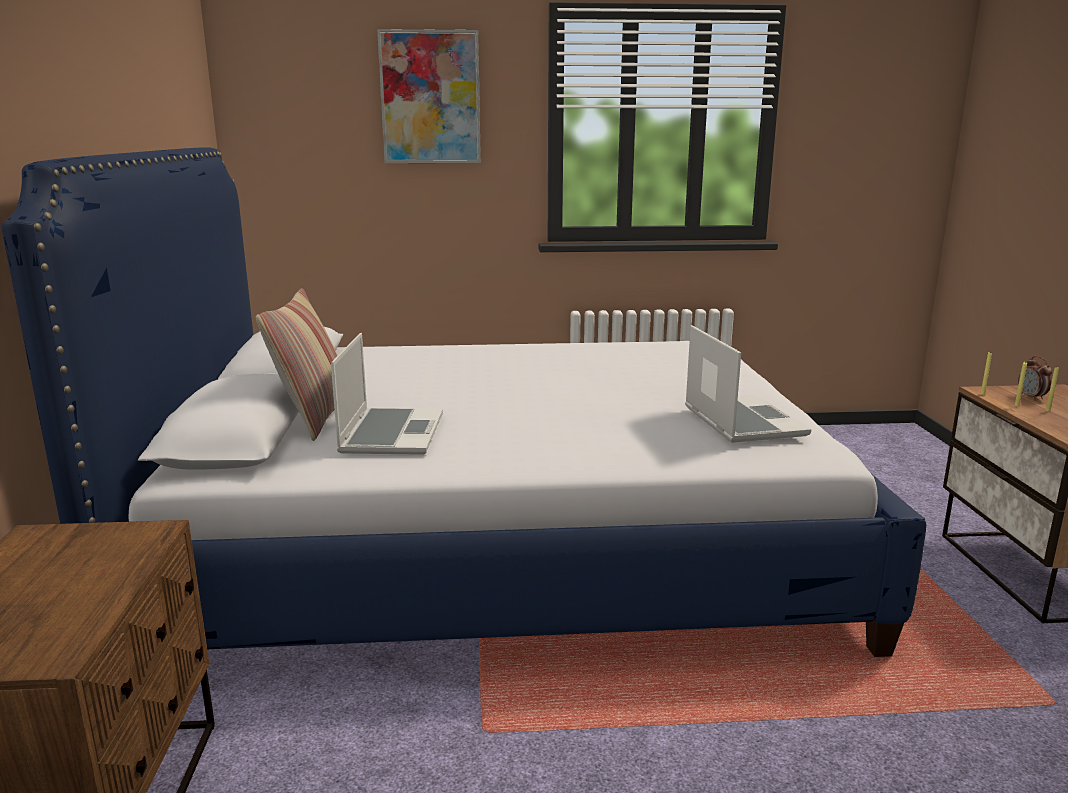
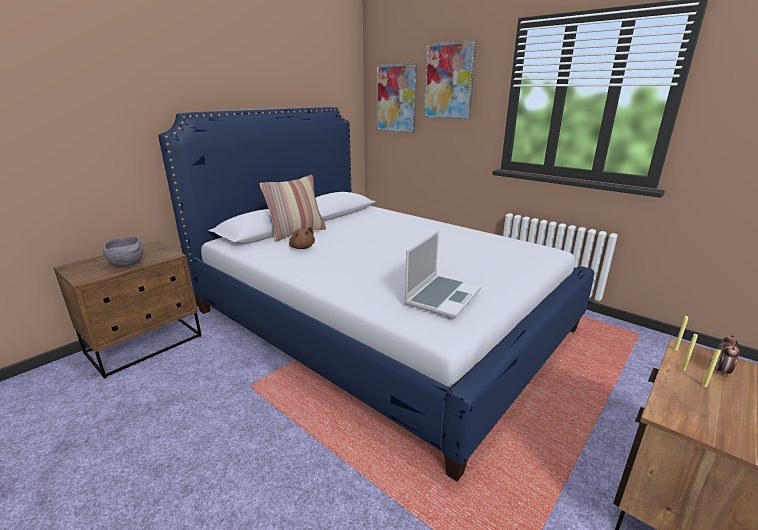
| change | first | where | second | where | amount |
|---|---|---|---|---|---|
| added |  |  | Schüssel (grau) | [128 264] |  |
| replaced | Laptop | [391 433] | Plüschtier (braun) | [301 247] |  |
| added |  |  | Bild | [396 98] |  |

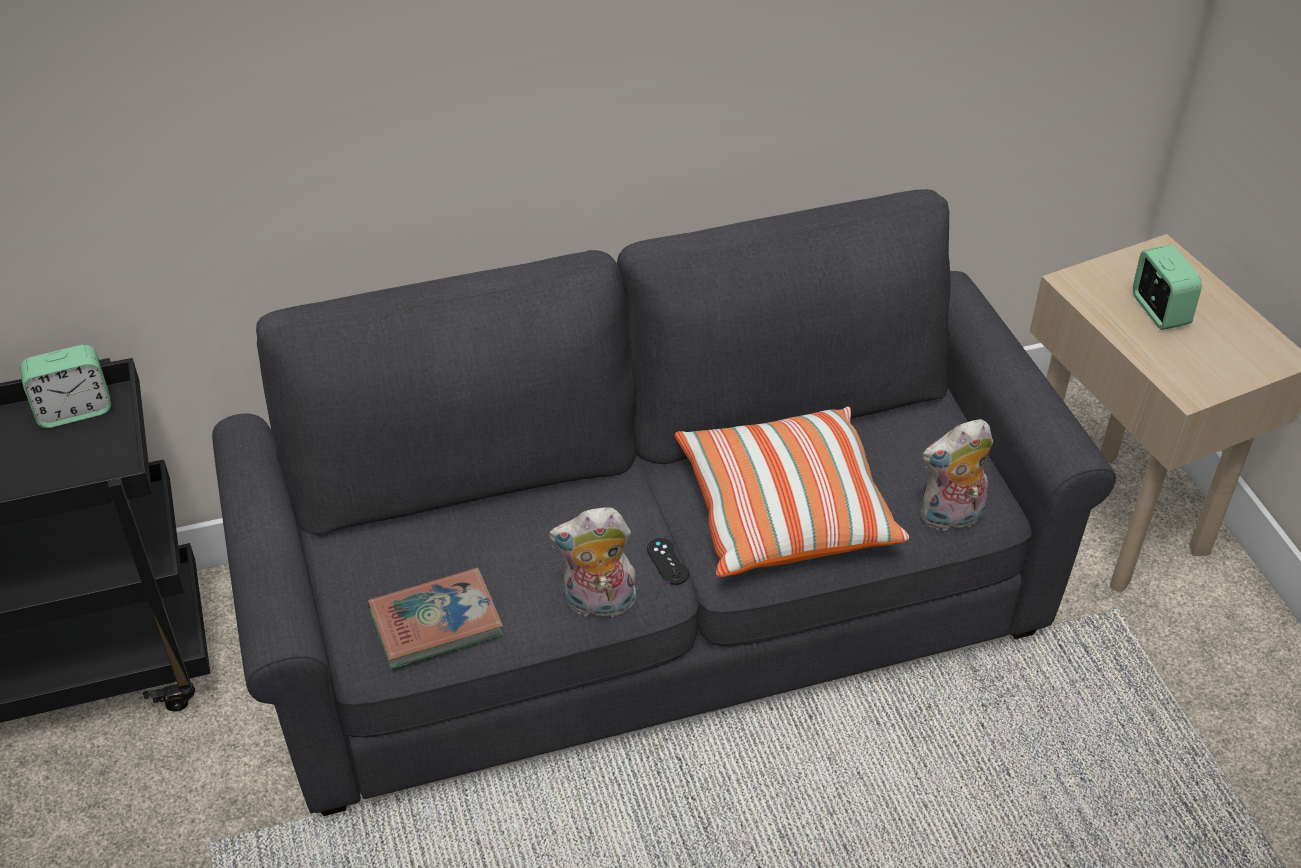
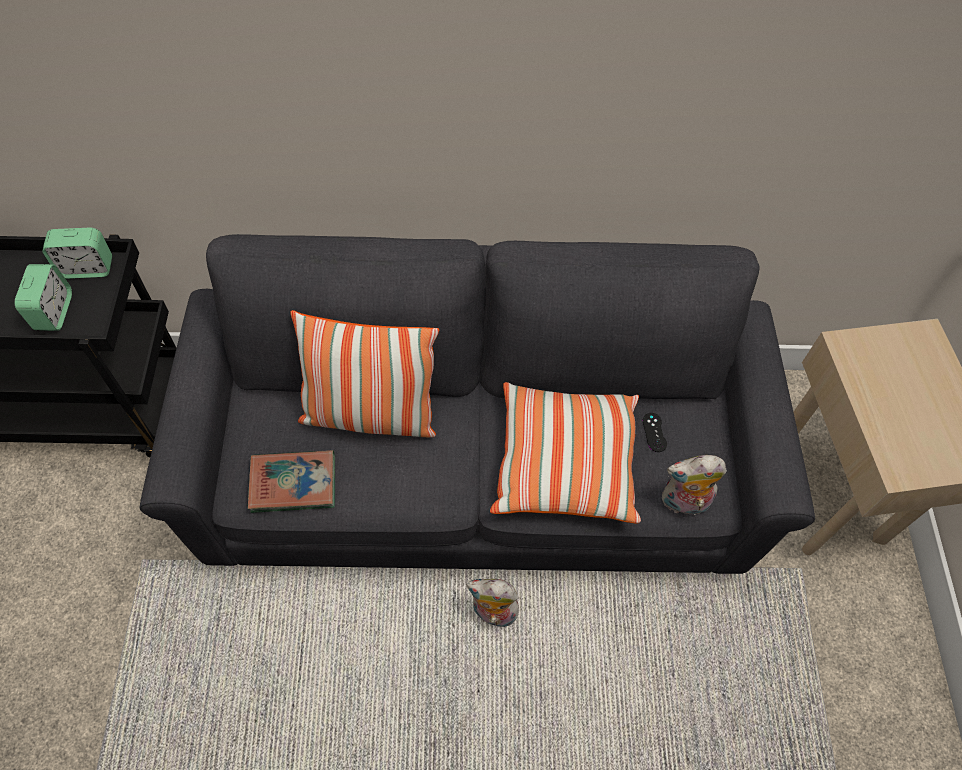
| change | first | where | second | where | amount |
|---|---|---|---|---|---|
| moved | Wecker | [1159 311] |  | [54 312] |  |
| added |  |  | Kissen | [370 414] |  |
| moved | Plüschtier | [598 604] |  | [492 613] |  |
| moved | Gamepad (schwarz) | [667 561] |  | [654 432] |  |

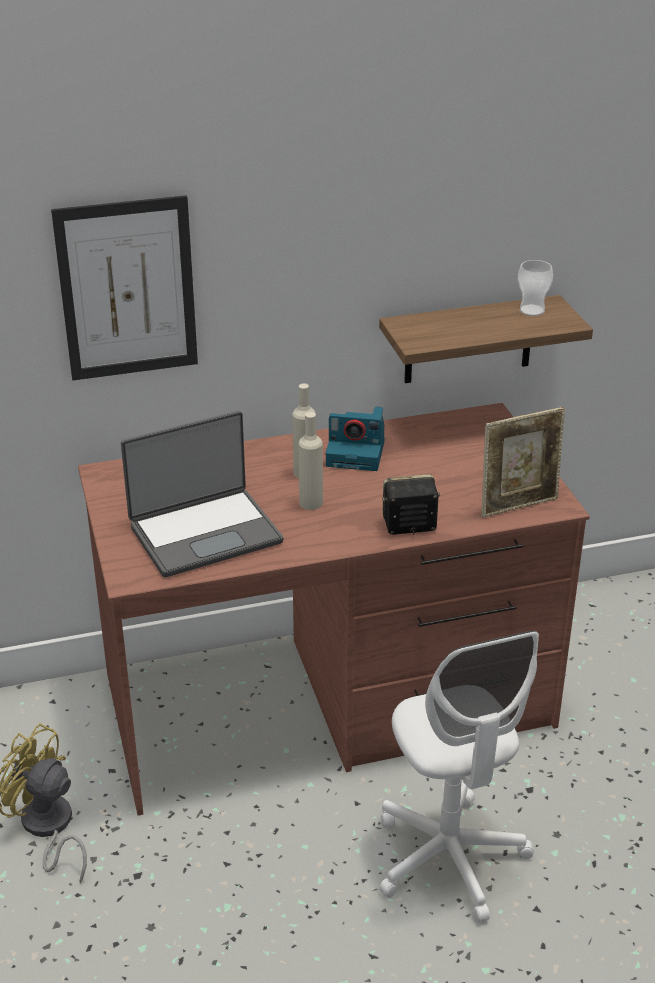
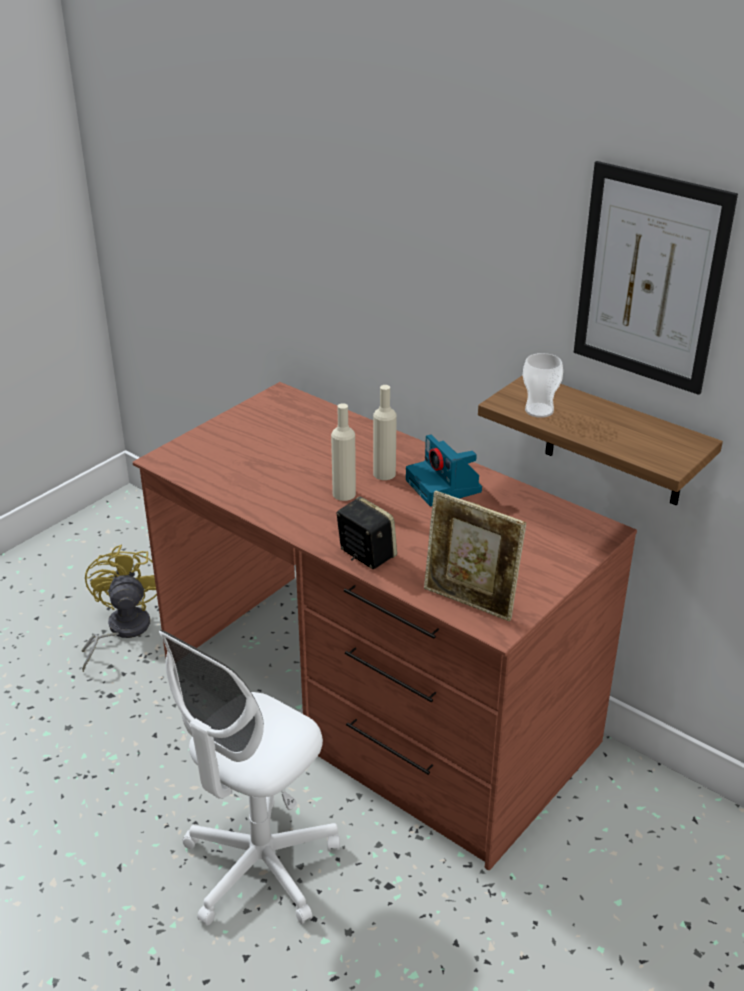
| change | first | where | second | where | amount |
|---|---|---|---|---|---|
| moved | Tasse | [532 310] |  | [539 410] |  |
| moved | Bild | [127 289] |  | [649 279] |  |
| removed | Laptop | [205 533] |  |  |  |

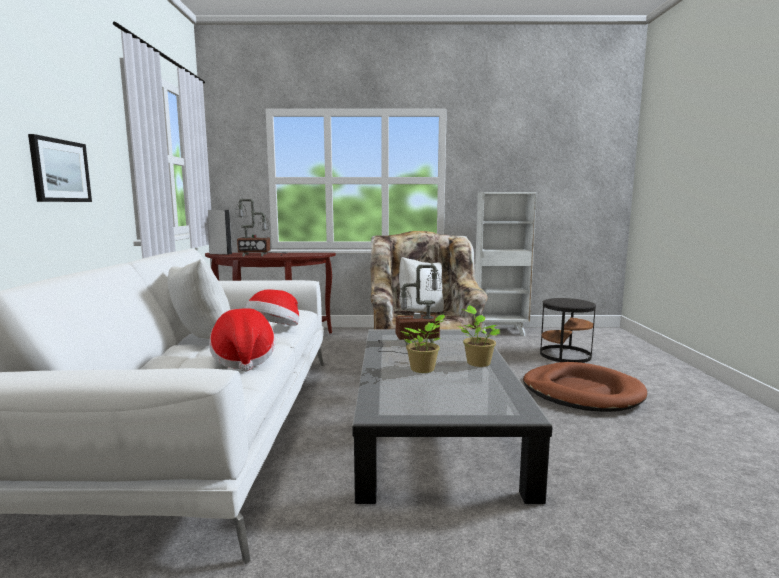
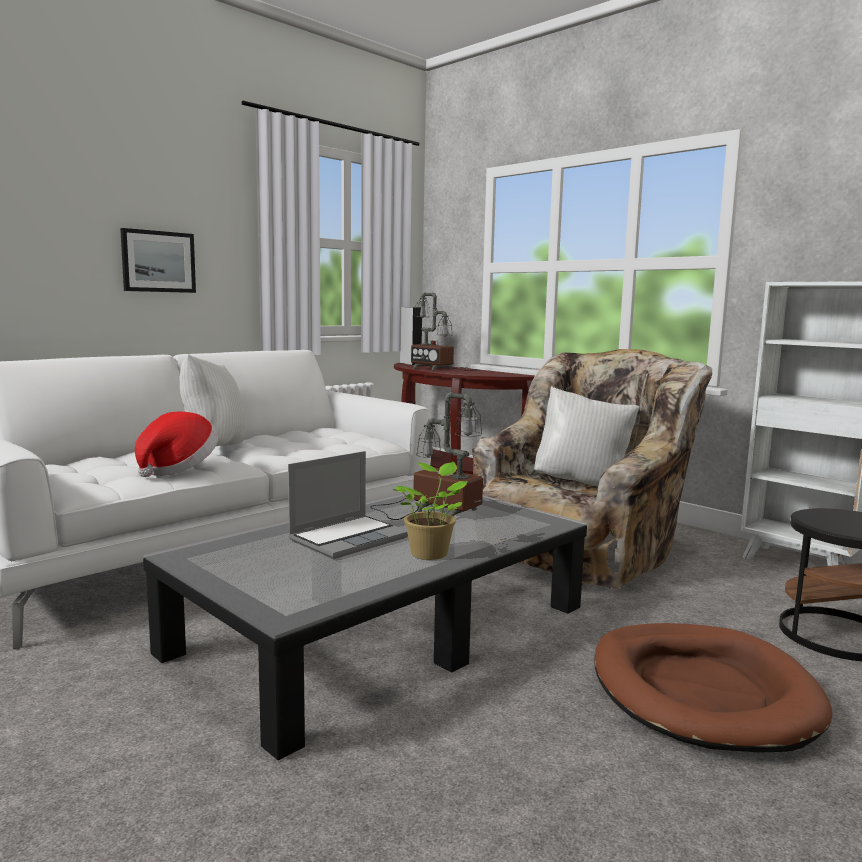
| change | first | where | second | where | amount |
|---|---|---|---|---|---|
| replaced | Topfpflanze | [424 369] | Laptop | [349 538] |  |
| removed | Hut | [274 329] |  |  |  |

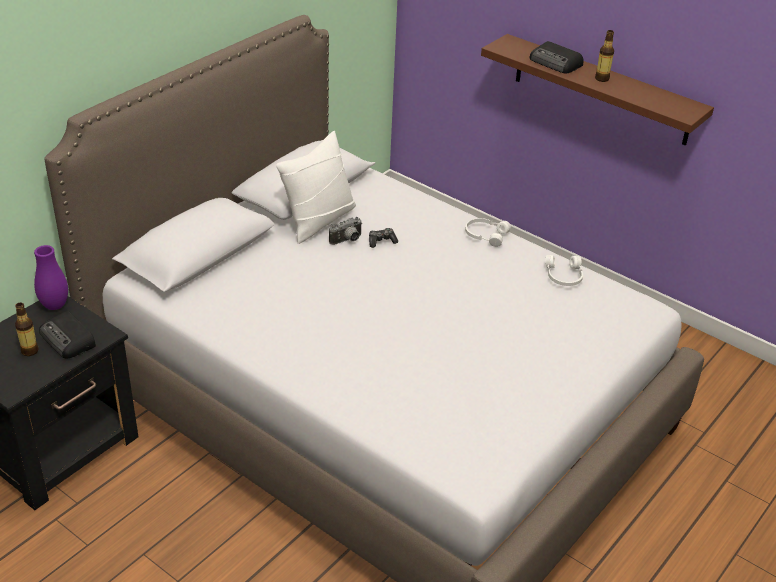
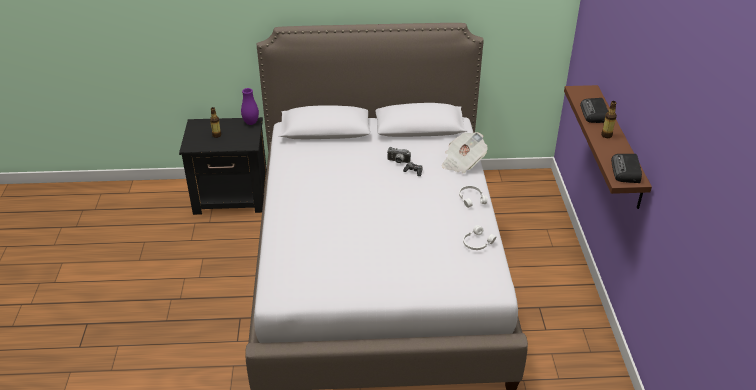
| change | first | where | second | where | amount |
|---|---|---|---|---|---|
| added |  |  | Zeitung | [462 162] |  |
| moved | Radio | [68 339] |  | [626 171] |  |
| removed | Kissen (weiß) | [319 220] |  |  |  |

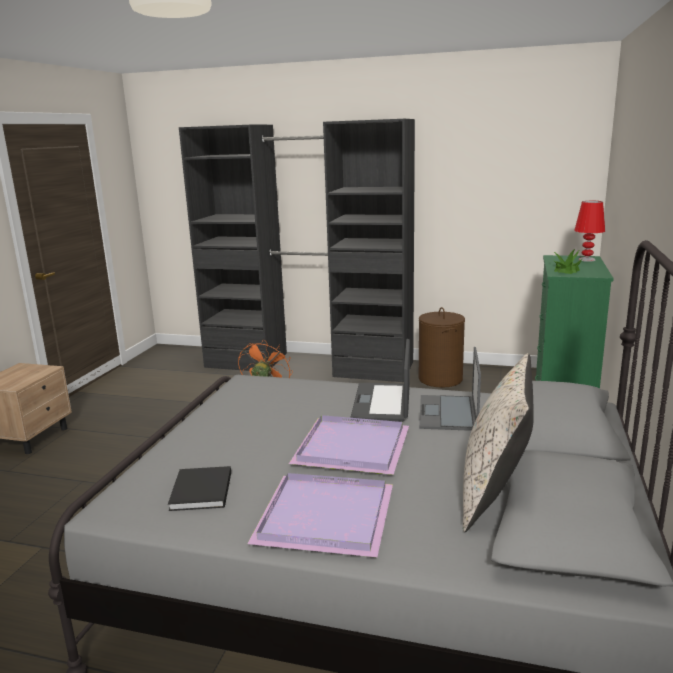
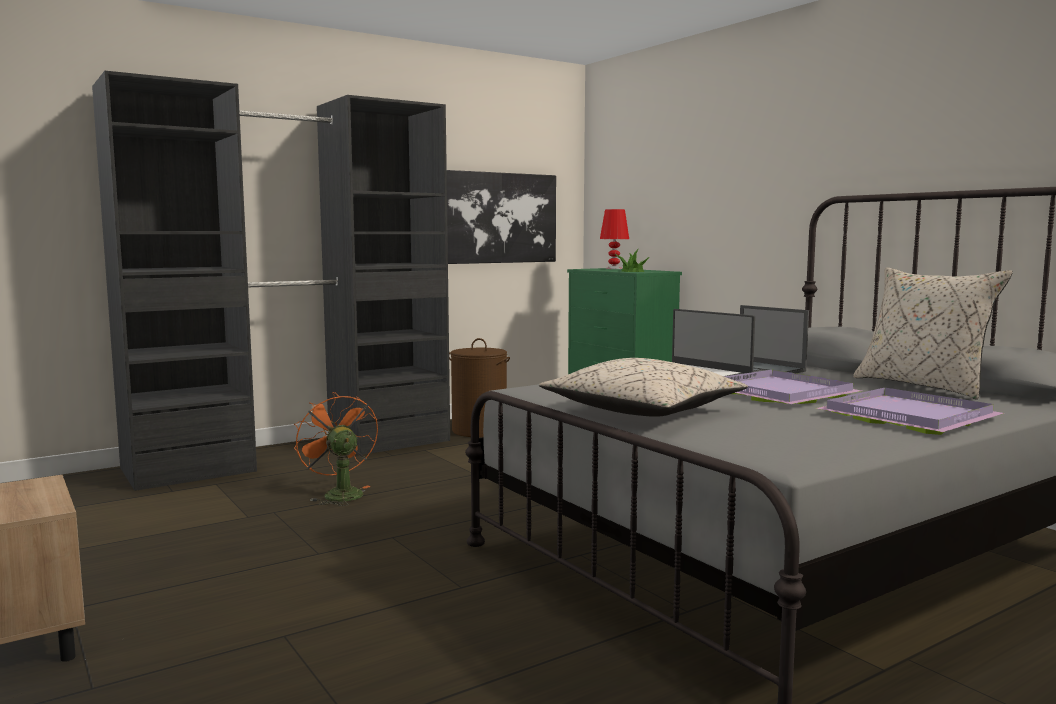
| change | first | where | second | where | amount |
|---|---|---|---|---|---|
| added |  |  | Bild | [499 218] |  |
| added |  |  | Kissen (beige) | [642 411] |  |
| removed | Buch (schwarz) | [201 492] |  |  |  |

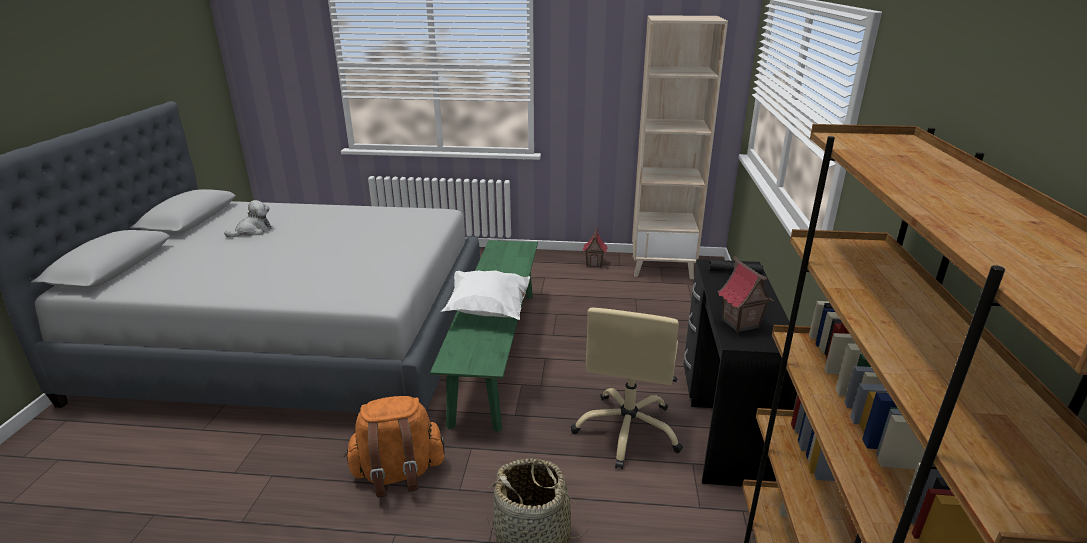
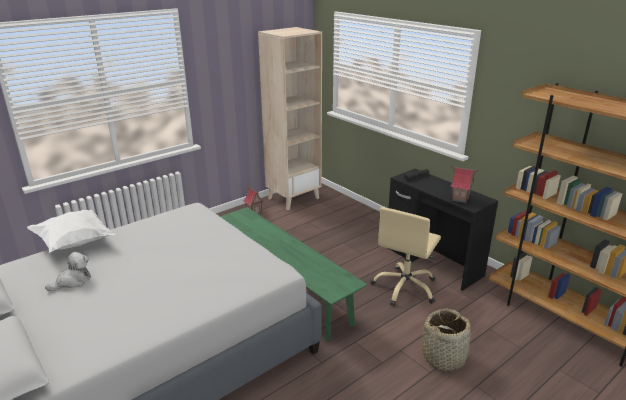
| change | first | where | second | where | amount |
|---|---|---|---|---|---|
| moved | Kissen (weiß) | [488 312] |  | [75 244] |  |
| turned | Plüschtier | [253 231] |  | [73 281] | 45 degrees clockwise |
| turned | Bürostuhl (beige) | [628 430] |  | [405 287] | 60 degrees clockwise |
| removed | Rucksack (orange) | [398 473] |  |  |  |

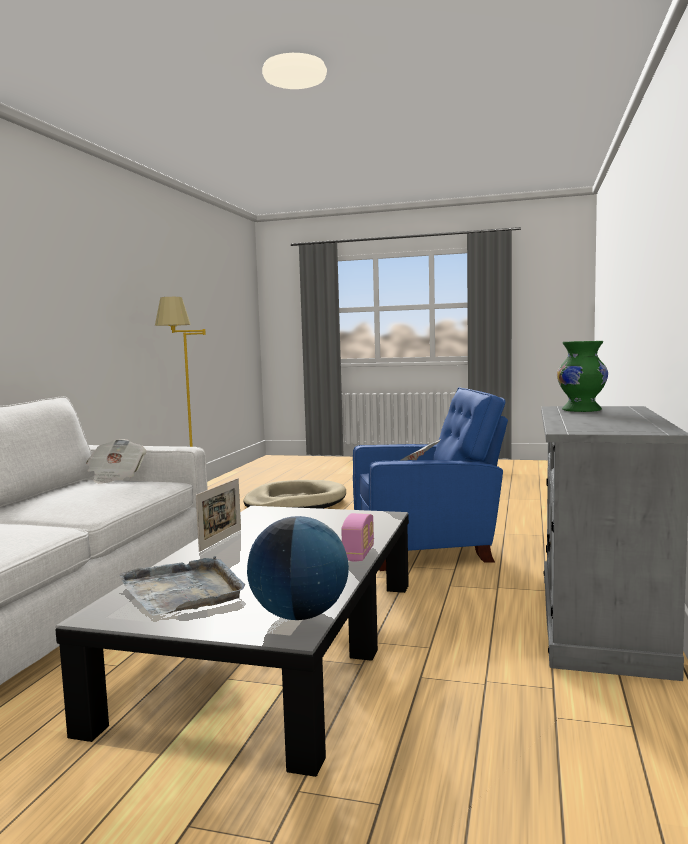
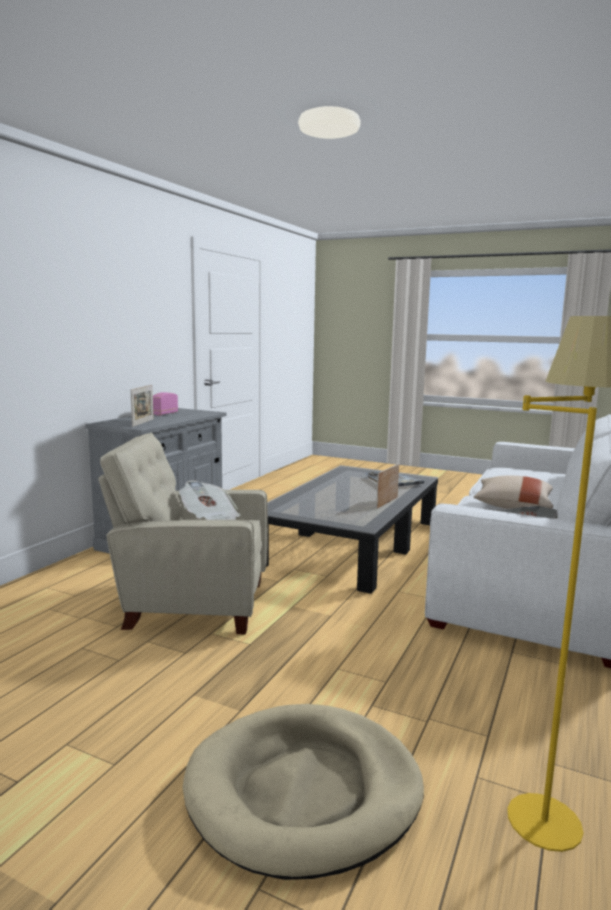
| change | first | where | second | where | amount |
|---|---|---|---|---|---|
| recoloured | Sessel (blau) | [428 549] | Sessel (beige) | [191 604] |  |
| replaced | Vase (grün) | [582 410] | Bilderrahmen | [143 422] |  |
| moved | Radio | [358 554] |  | [165 414] |  |
| added |  |  | Kissen (beige) | [513 507] |  |
| removed | Globus | [299 615] |  |  |  |

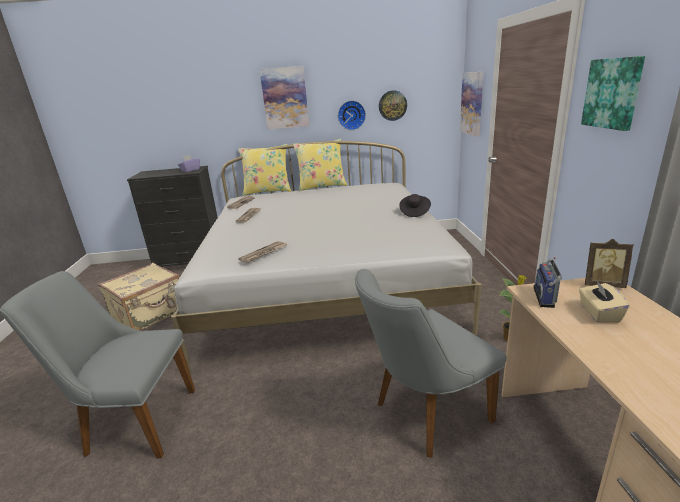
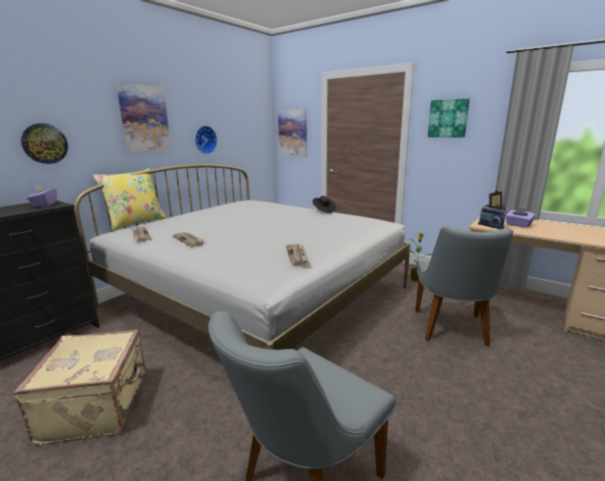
| change | first | where | second | where | amount |
|---|---|---|---|---|---|
| moved | Wanduhr | [392 105] |  | [44 143] |  |
| recoloured | Taschentuchbox (beige) | [598 313] | Taschentuchbox (lila) | [518 225] |  |
| removed | Kissen (gelb) | [322 186] |  |  |  |

